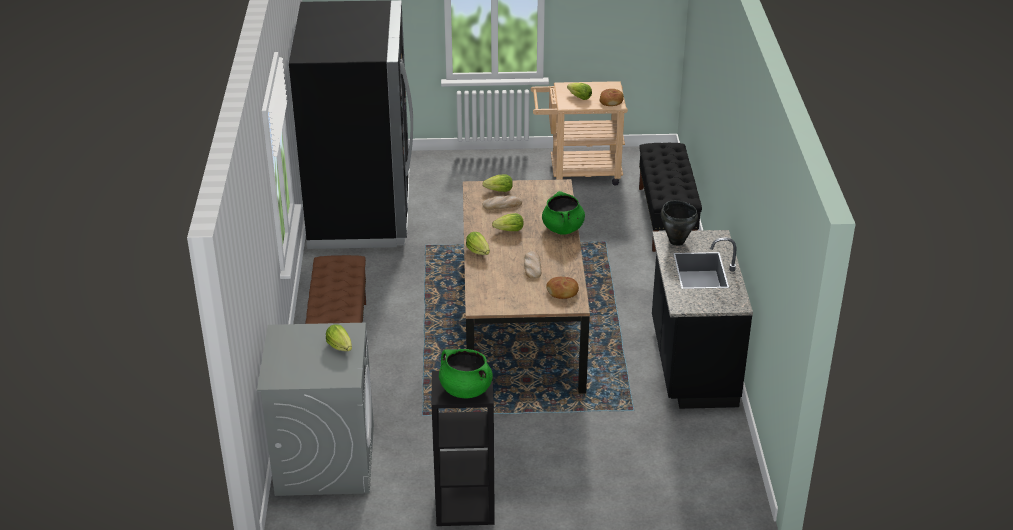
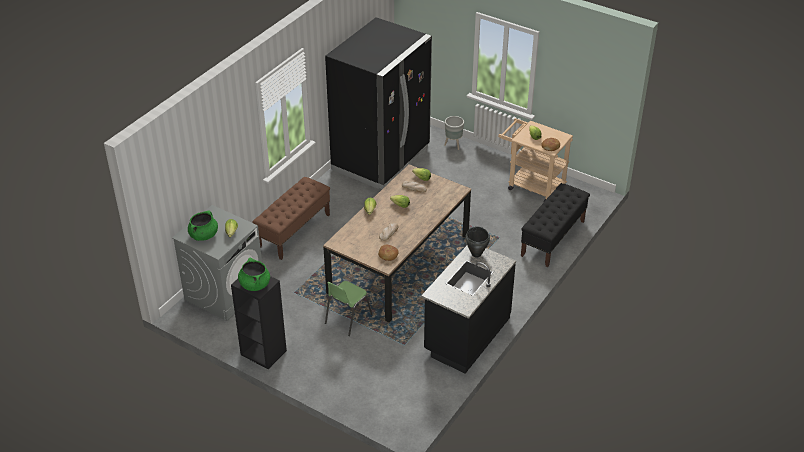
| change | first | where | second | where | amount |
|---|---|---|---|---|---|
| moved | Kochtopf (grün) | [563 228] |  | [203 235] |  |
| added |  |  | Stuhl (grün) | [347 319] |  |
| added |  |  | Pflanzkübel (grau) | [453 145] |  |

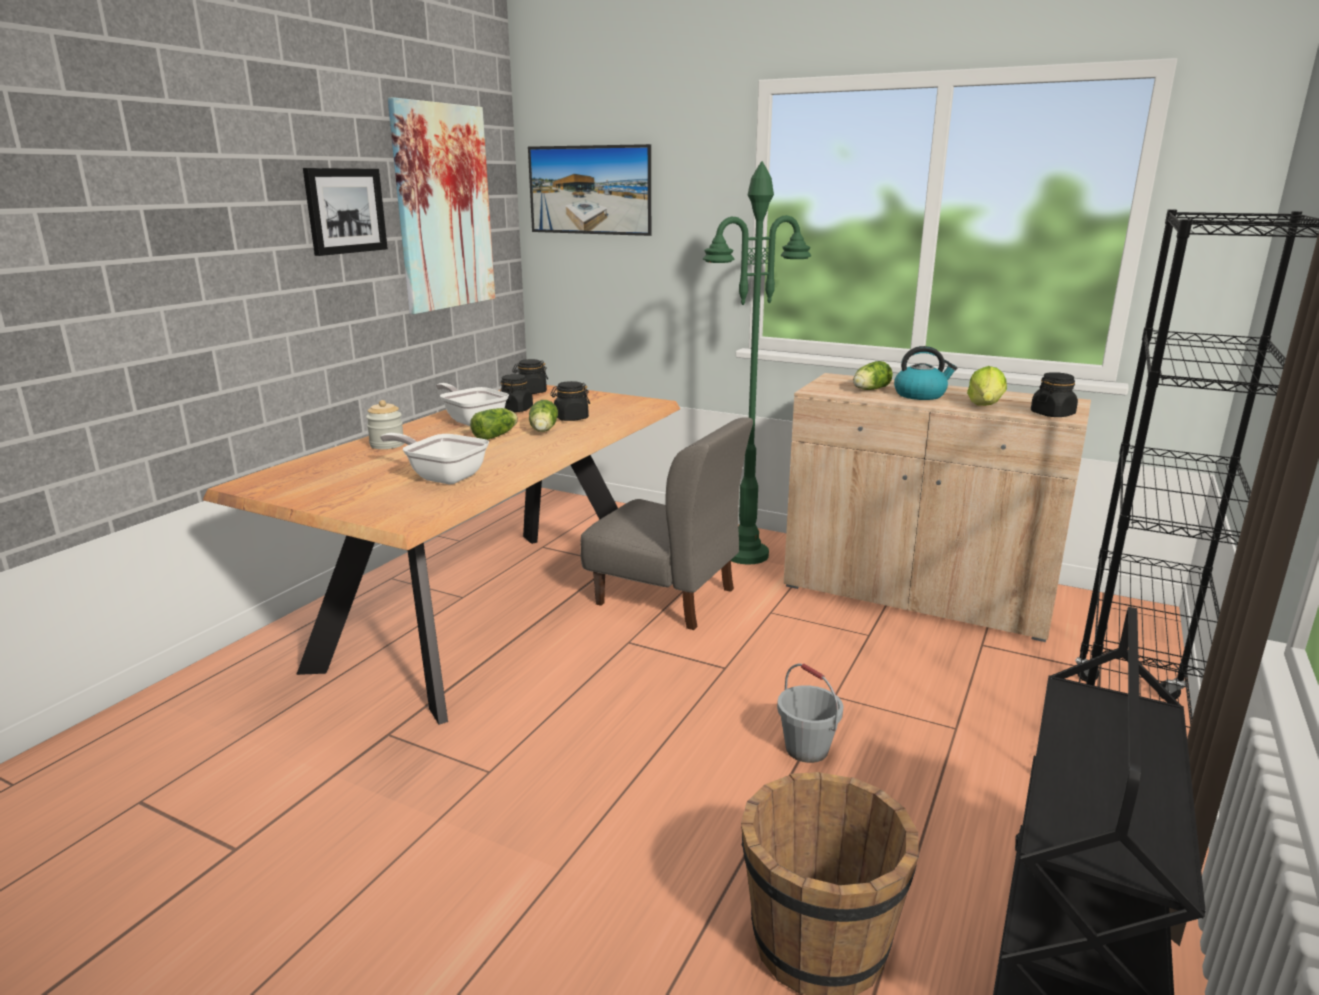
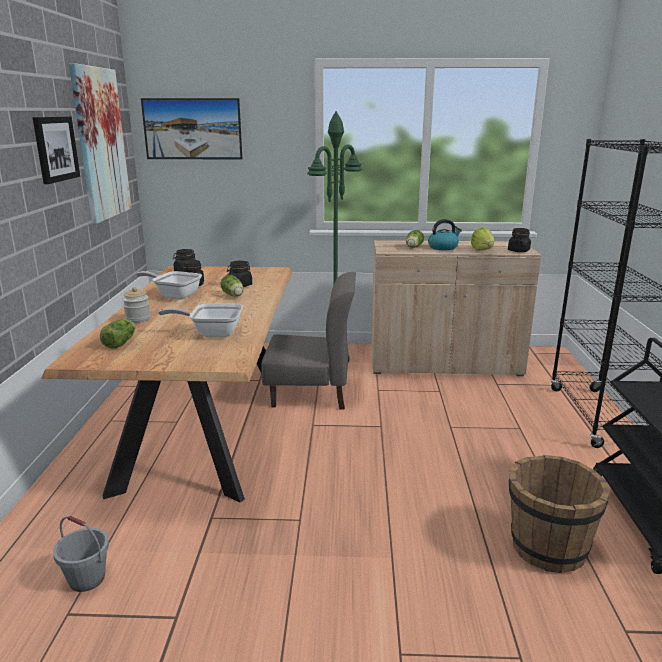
| change | first | where | second | where | amount |
|---|---|---|---|---|---|
| moved | Eimer (grau) | [807 749] |  | [87 579] |  |
| moved | Salatkopf | [497 435] |  | [121 342] |  |

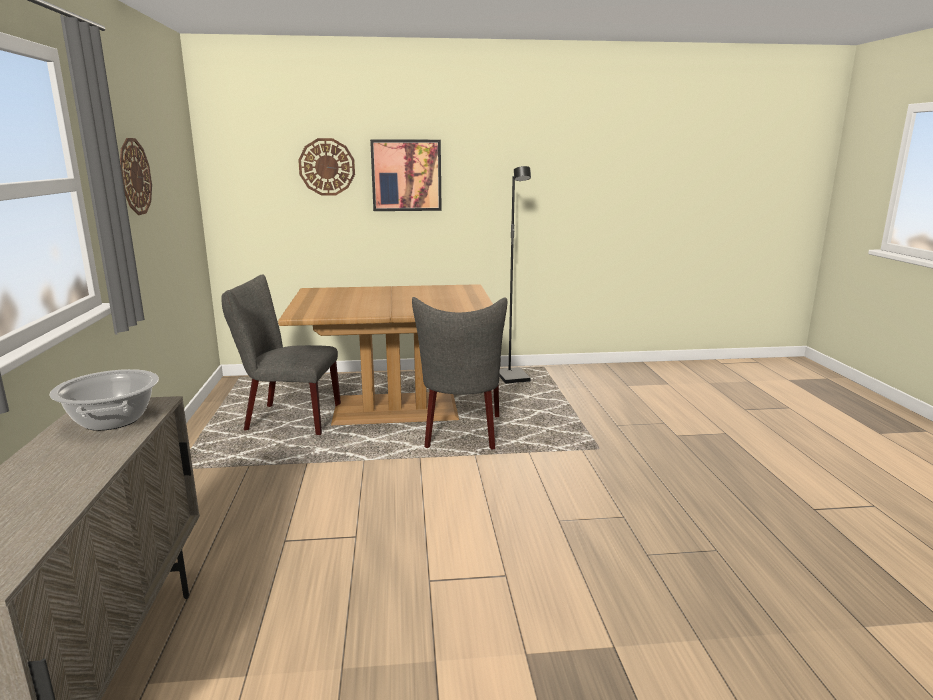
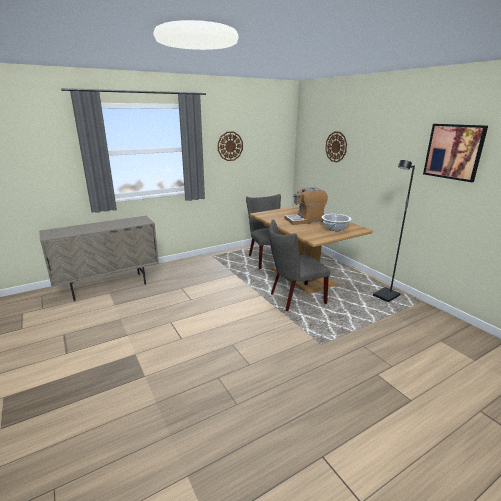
| change | first | where | second | where | amount |
|---|---|---|---|---|---|
| added |  |  | Kaffeemaschine | [305 220] |  |
| moved | Kochtopf | [112 420] |  | [335 228] |  |
| moved | Bild | [406 175] |  | [453 151] |  |

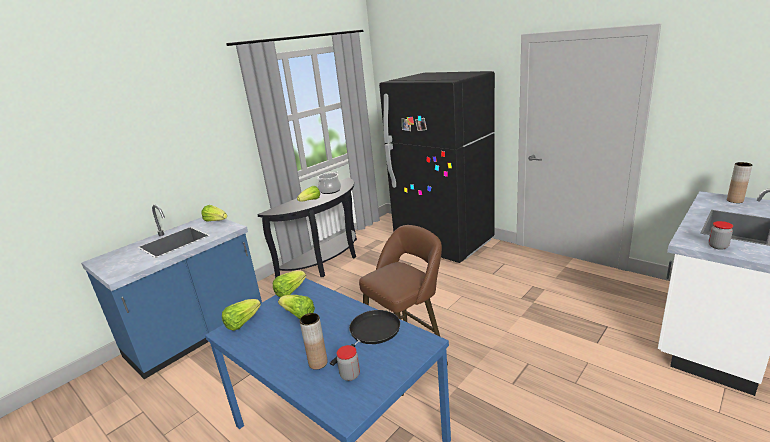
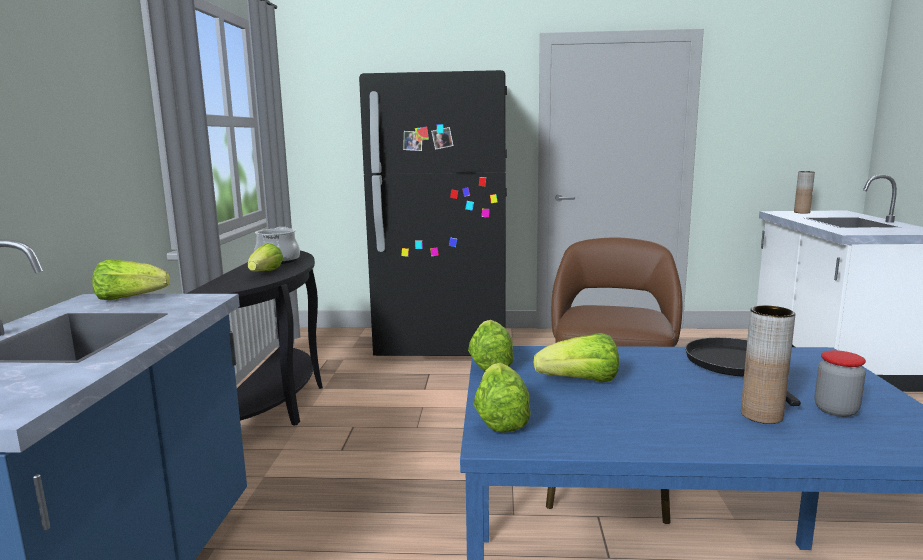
| change | first | where | second | where | amount |
|---|---|---|---|---|---|
| removed | Vorratsglas | [718 246] |  |  |  |

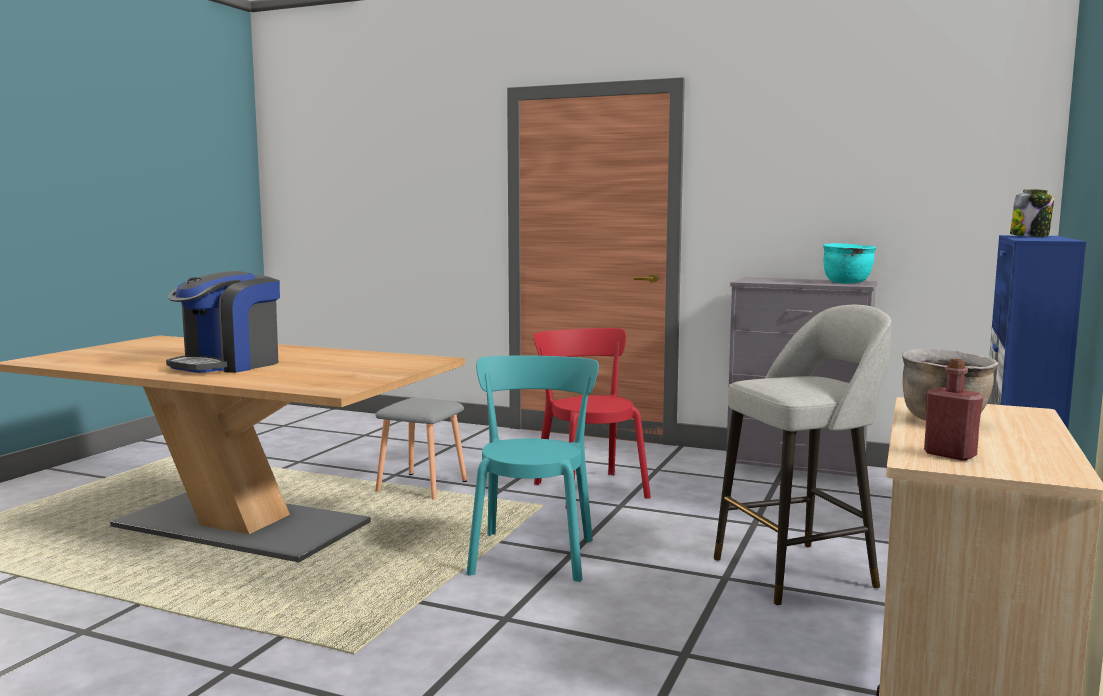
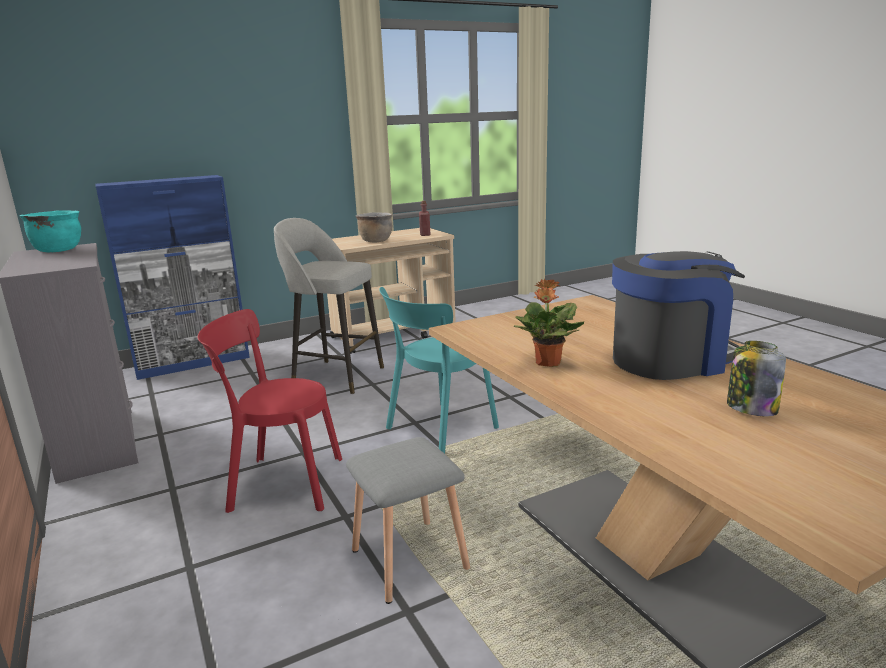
| change | first | where | second | where | amount |
|---|---|---|---|---|---|
| turned | Stuhl (rot) | [588 489] |  | [281 483] | 75 degrees clockwise |
| added |  |  | Topfpflanze | [547 363] |  |
| moved | Vorratsglas | [1030 236] |  | [751 408] |  |

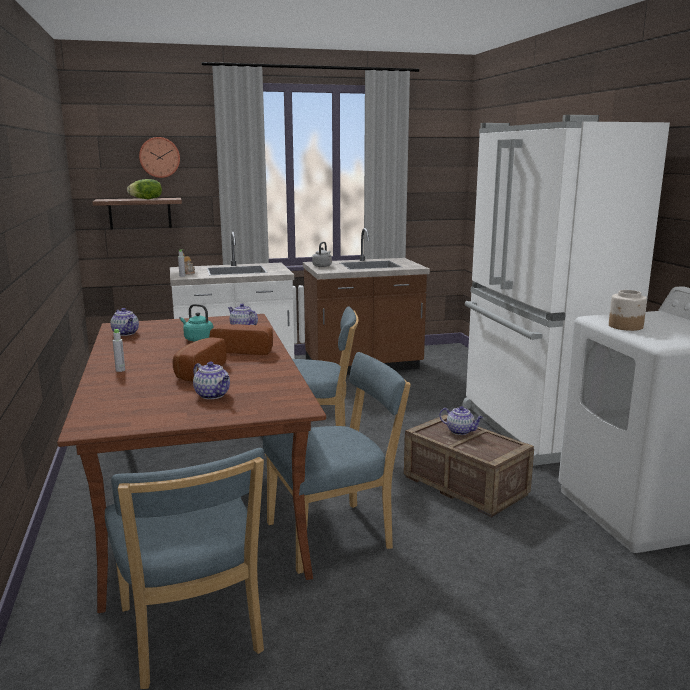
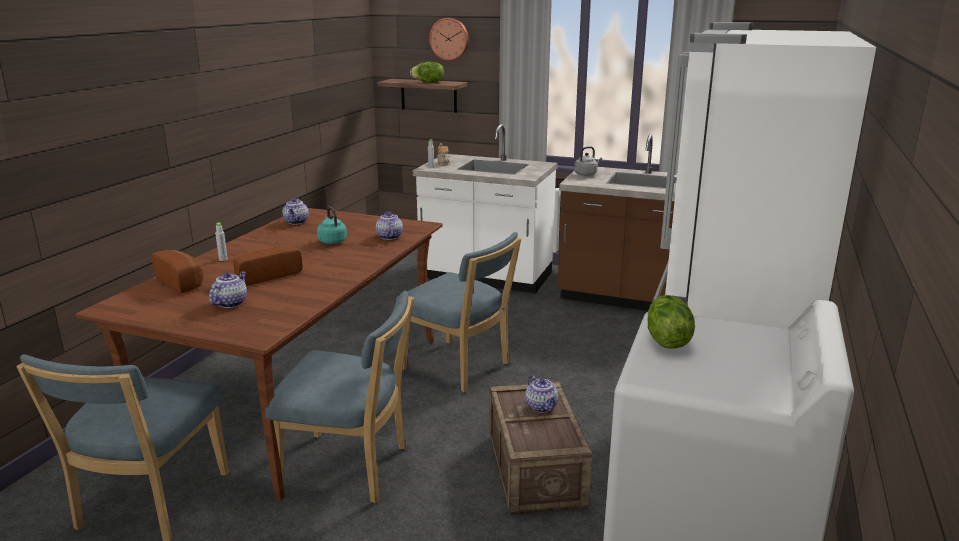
| change | first | where | second | where | amount |
|---|---|---|---|---|---|
| moved | Brot | [244 350] |  | [182 282] |  |
| turned | Teekanne | [213 395] |  | [230 303] | 150 degrees counterclockwise |
| replaced | Vorratsglas | [625 326] | Salatkopf | [666 340] |  |

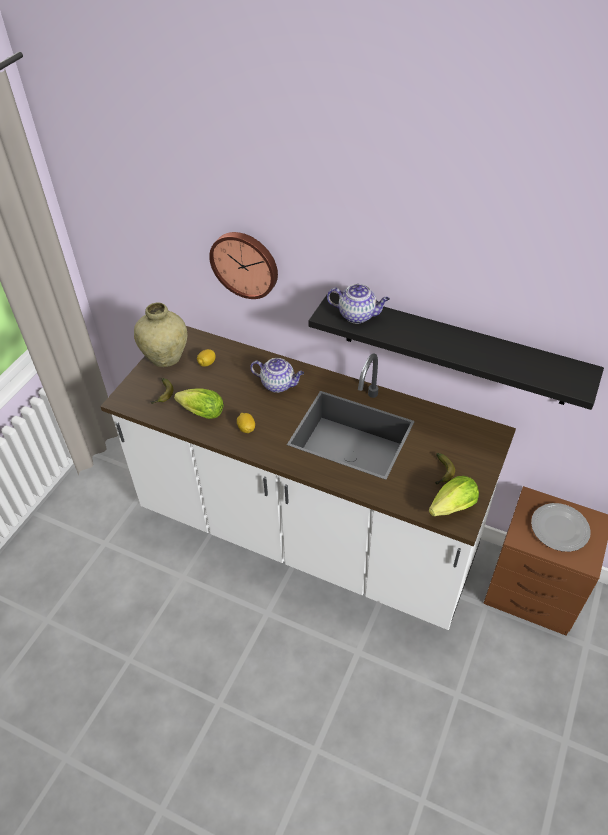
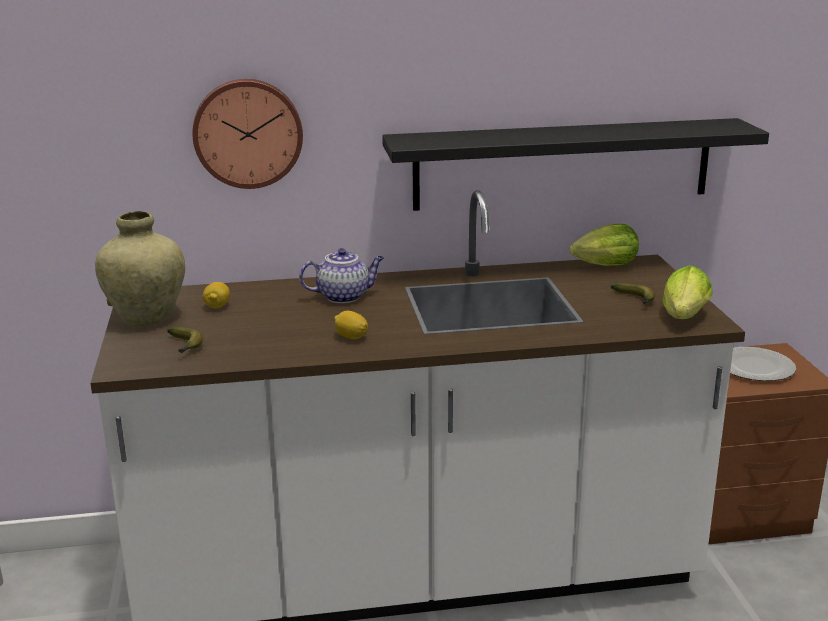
| change | first | where | second | where | amount |
|---|---|---|---|---|---|
| moved | Salatkopf | [199 412] |  | [602 267] |  |
| removed | Teekanne | [358 315] |  |  |  |

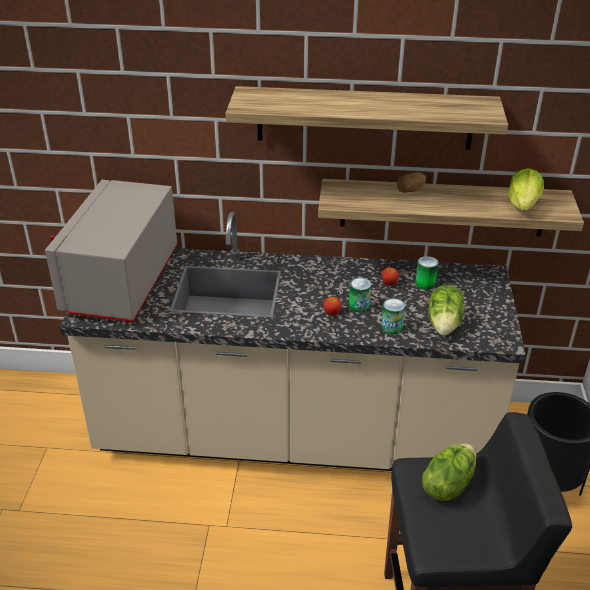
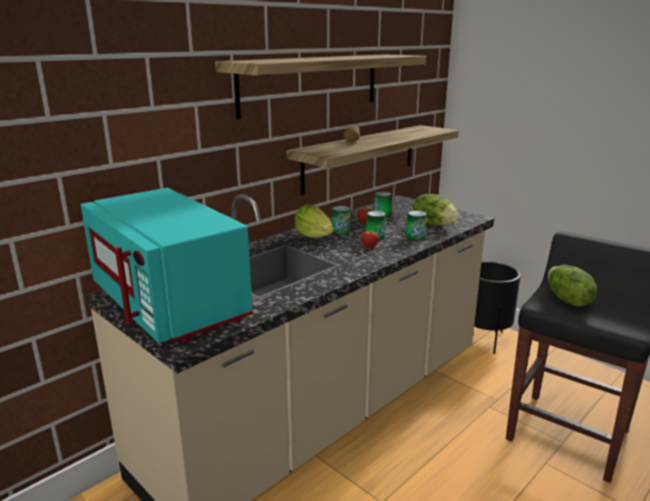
| change | first | where | second | where | amount |
|---|---|---|---|---|---|
| recoloured | Mikrowelle (grau) | [123 282] | Mikrowelle (türkis) | [171 304] |  |
| moved | Salatkopf | [523 205] |  | [314 236] |  |
| added |  |  | Dose | [340 231] |  |

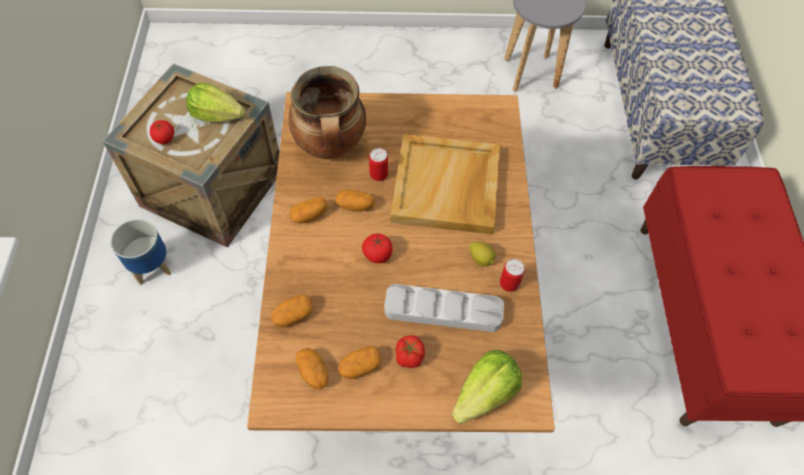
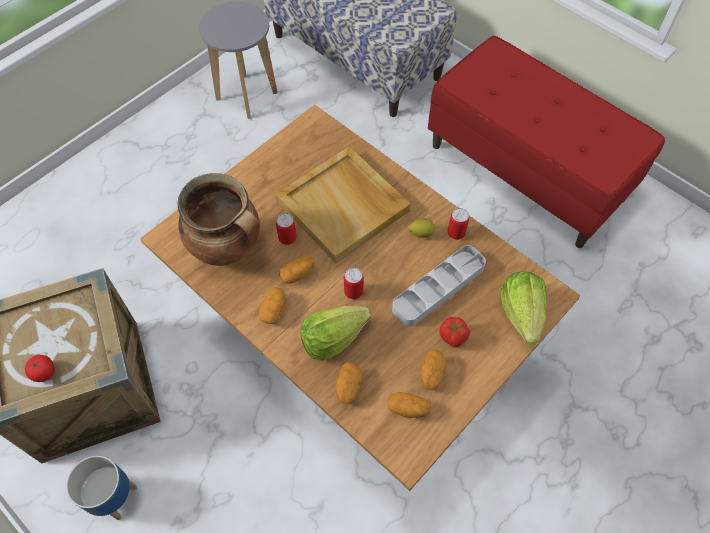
| change | first | where | second | where | amount |
|---|---|---|---|---|---|
| moved | Salatkopf | [217 115] |  | [332 339] |  |
| replaced | Tomate | [377 254] | Dose | [353 292] |  |

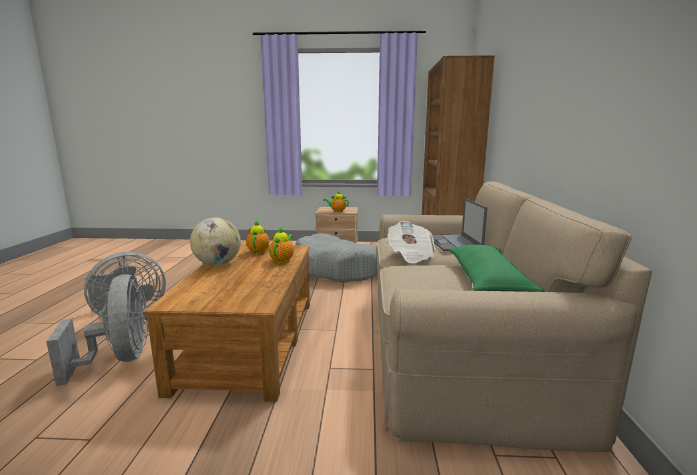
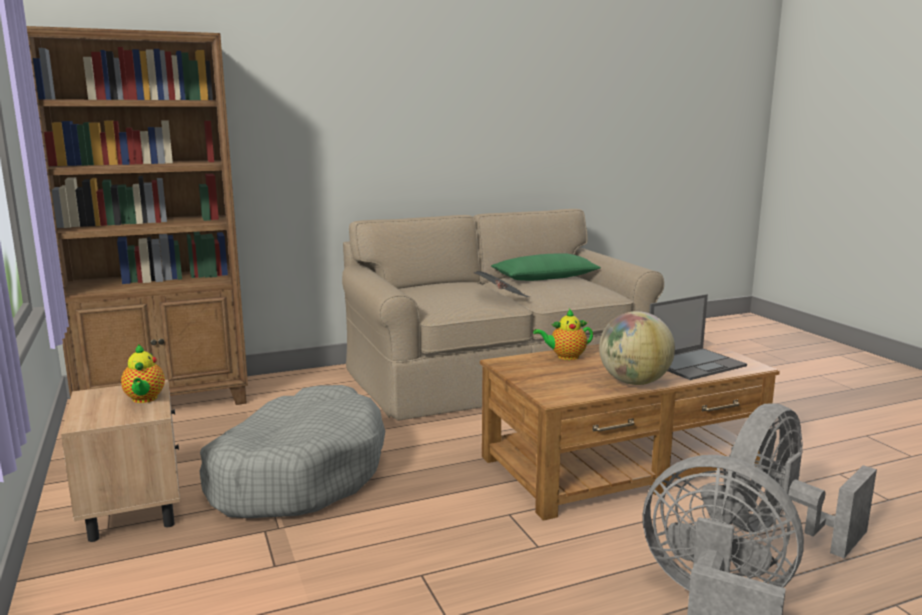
| change | first | where | second | where | amount |
|---|---|---|---|---|---|
| moved | Laptop | [454 243] |  | [696 364] |  |
| removed | Teekanne | [259 251] |  |  |  |

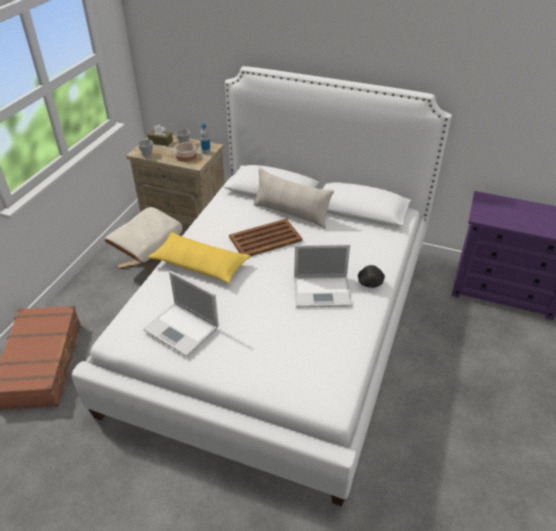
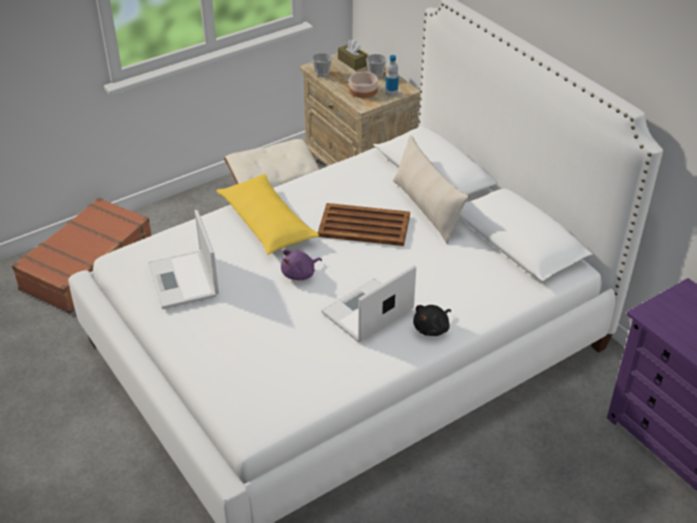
| change | first | where | second | where | amount |
|---|---|---|---|---|---|
| added |  |  | Plüschtier (lila) | [300 274] |  |
| turned | Laptop | [323 291] |  | [366 312] | 105 degrees clockwise |

